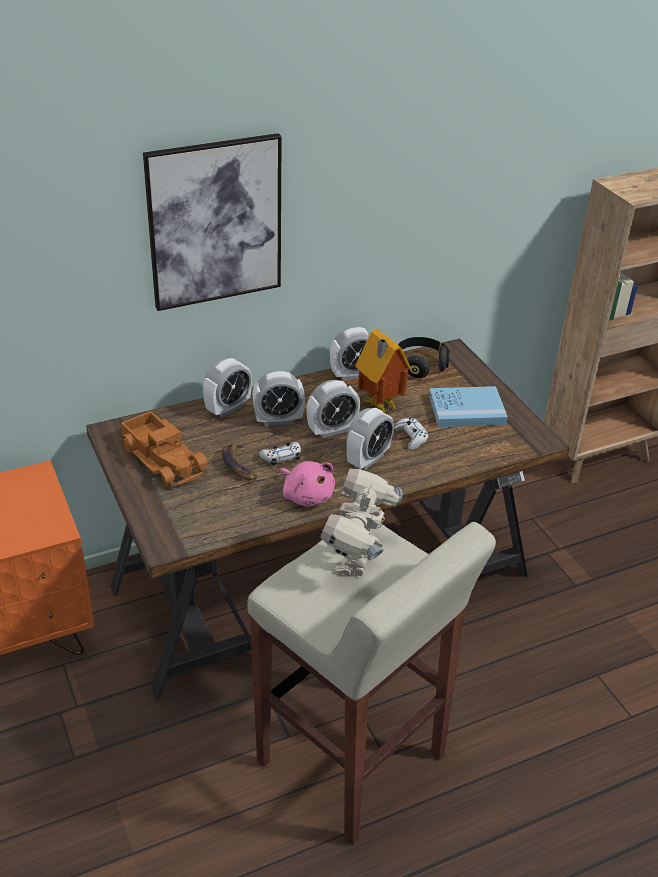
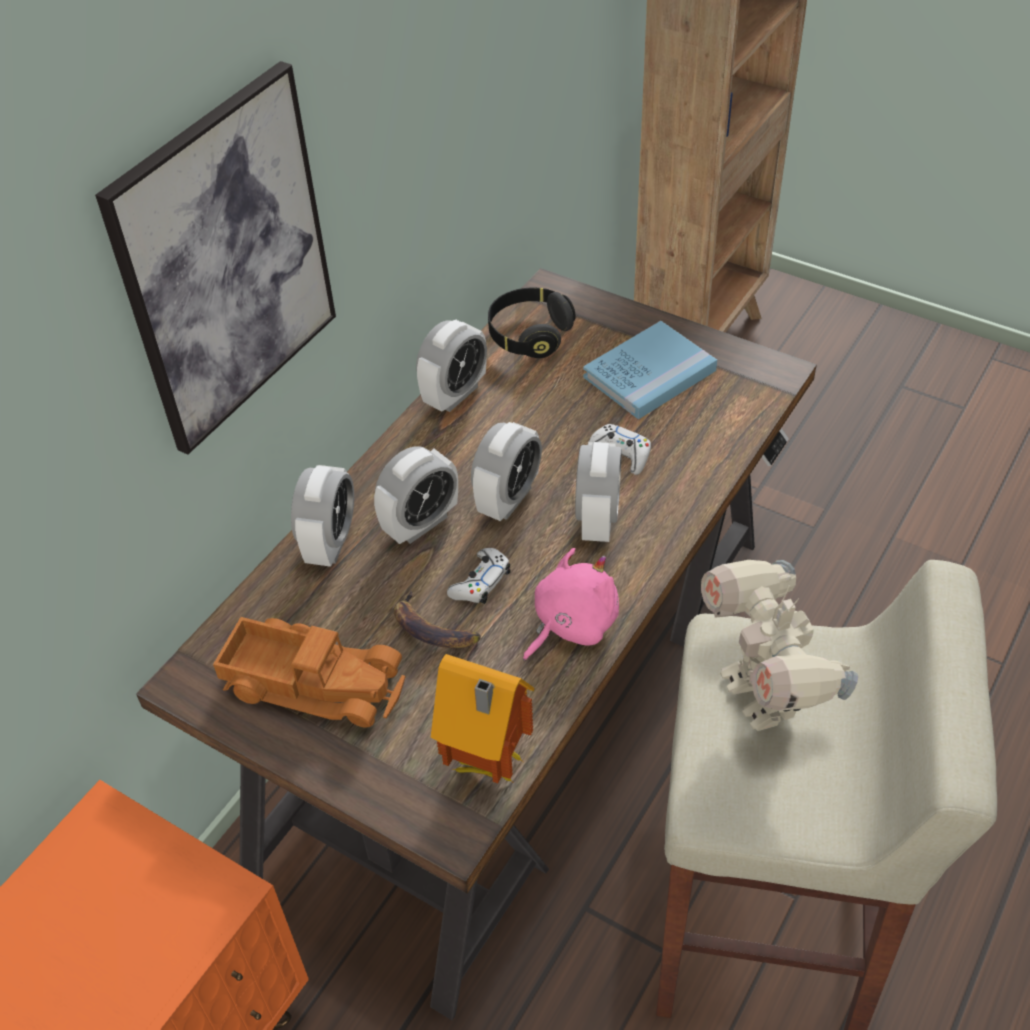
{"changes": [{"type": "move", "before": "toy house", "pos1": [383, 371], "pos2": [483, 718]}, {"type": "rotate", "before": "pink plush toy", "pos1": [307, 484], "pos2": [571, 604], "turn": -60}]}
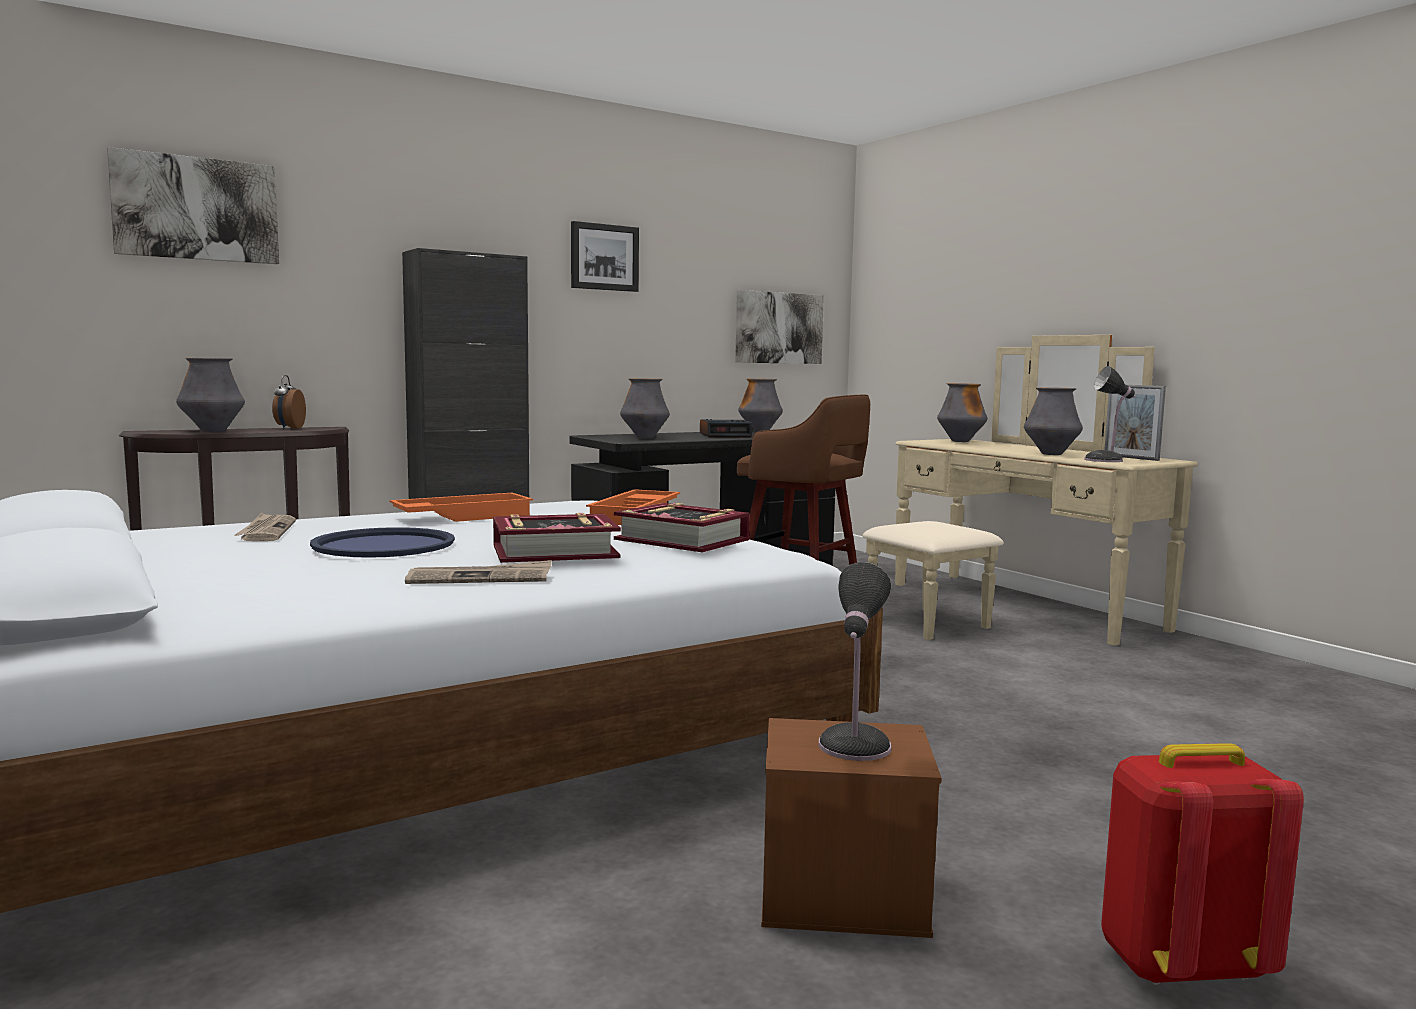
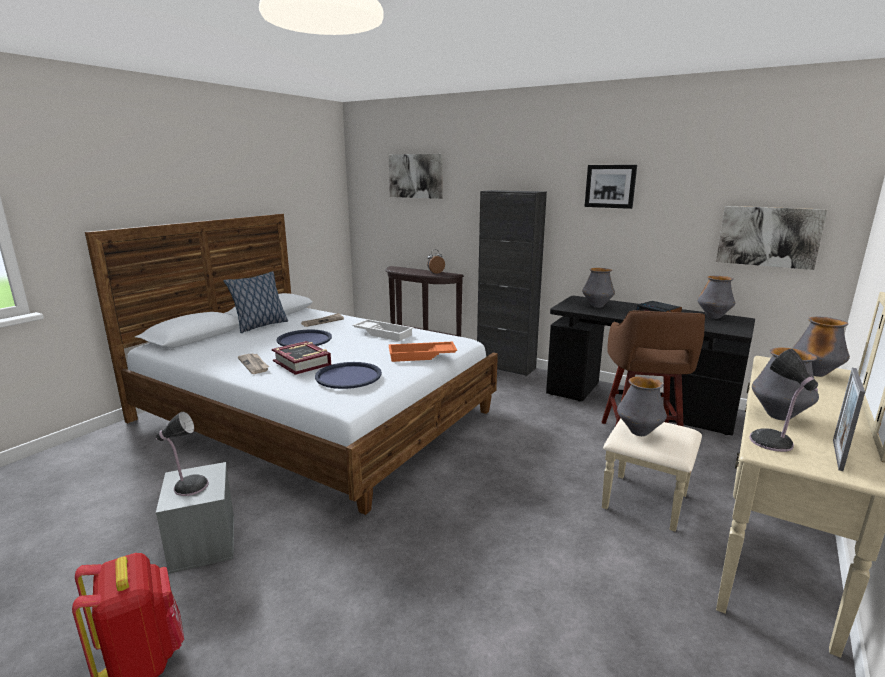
{"changes": [{"type": "recolor", "before": "brown storage box", "after": "grey storage box", "pos1": [851, 828], "pos2": [195, 518]}, {"type": "insert", "after": "pillow", "pos2": [255, 302]}, {"type": "replace", "before": "book", "after": "blue tray", "pos1": [682, 527], "pos2": [348, 375]}, {"type": "recolor", "before": "orange tray", "after": "white tray", "pos1": [461, 507], "pos2": [383, 330]}, {"type": "move", "before": "vase", "pos1": [210, 395], "pos2": [642, 406]}]}
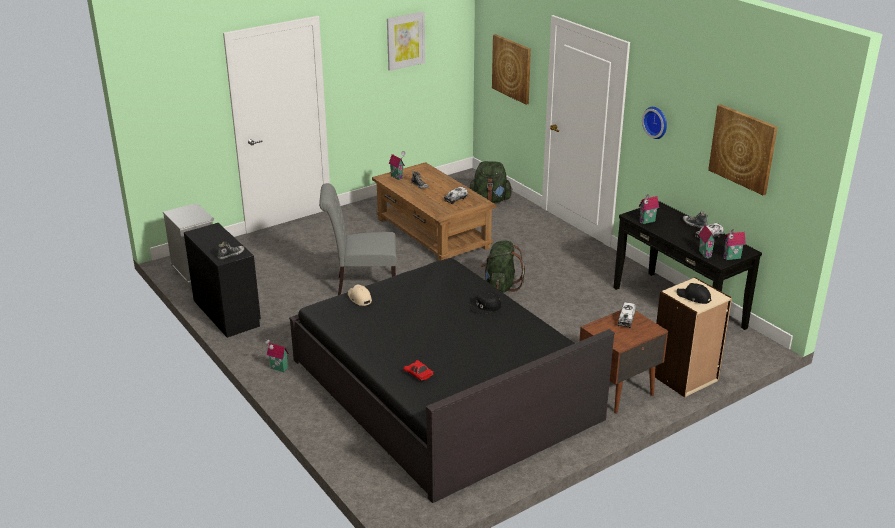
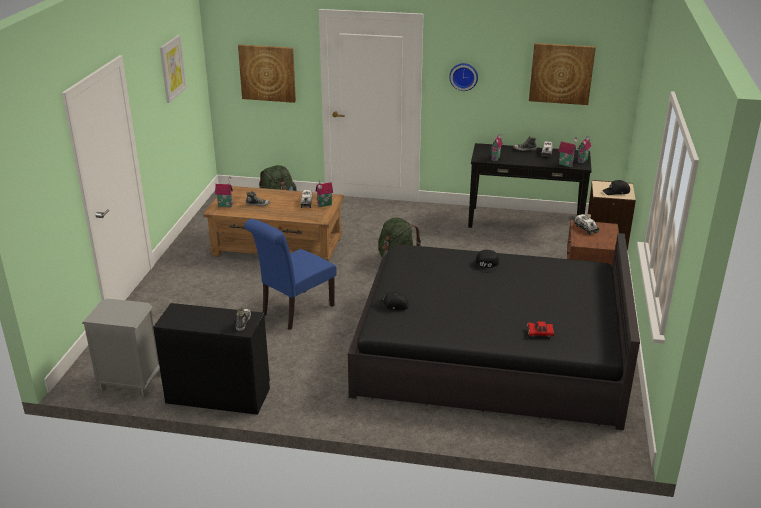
{"changes": [{"type": "recolor", "before": "grey chair", "after": "blue chair", "pos1": [358, 239], "pos2": [290, 274]}, {"type": "move", "before": "toy house", "pos1": [277, 356], "pos2": [324, 193]}, {"type": "recolor", "before": "beige cap", "after": "black cap", "pos1": [360, 295], "pos2": [392, 301]}]}
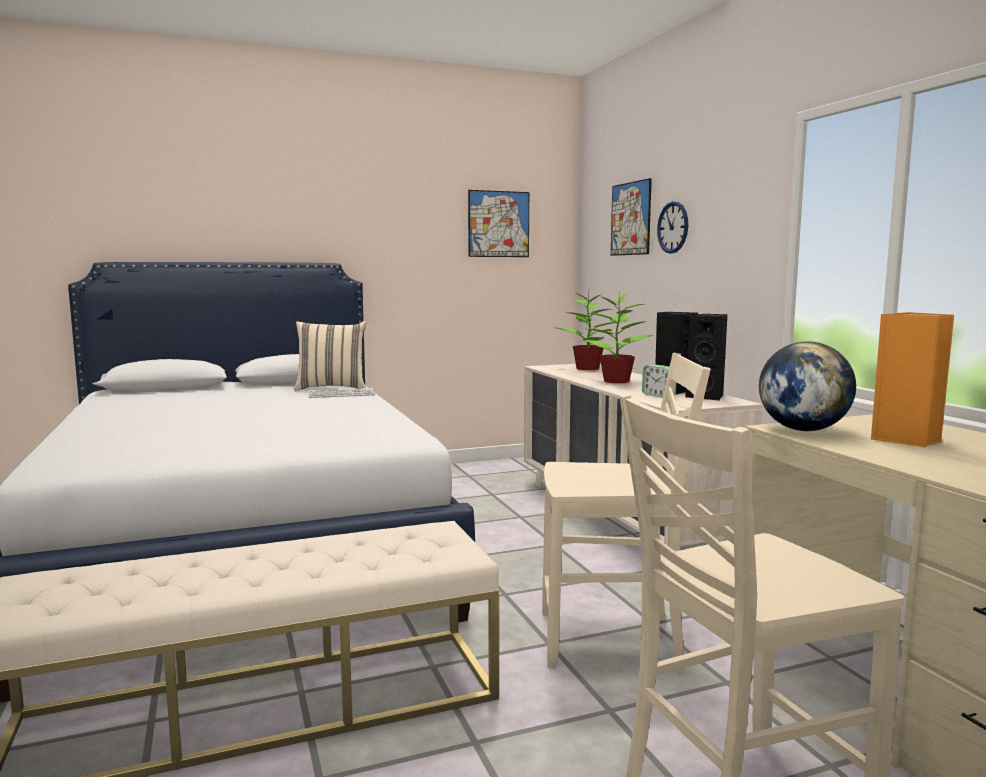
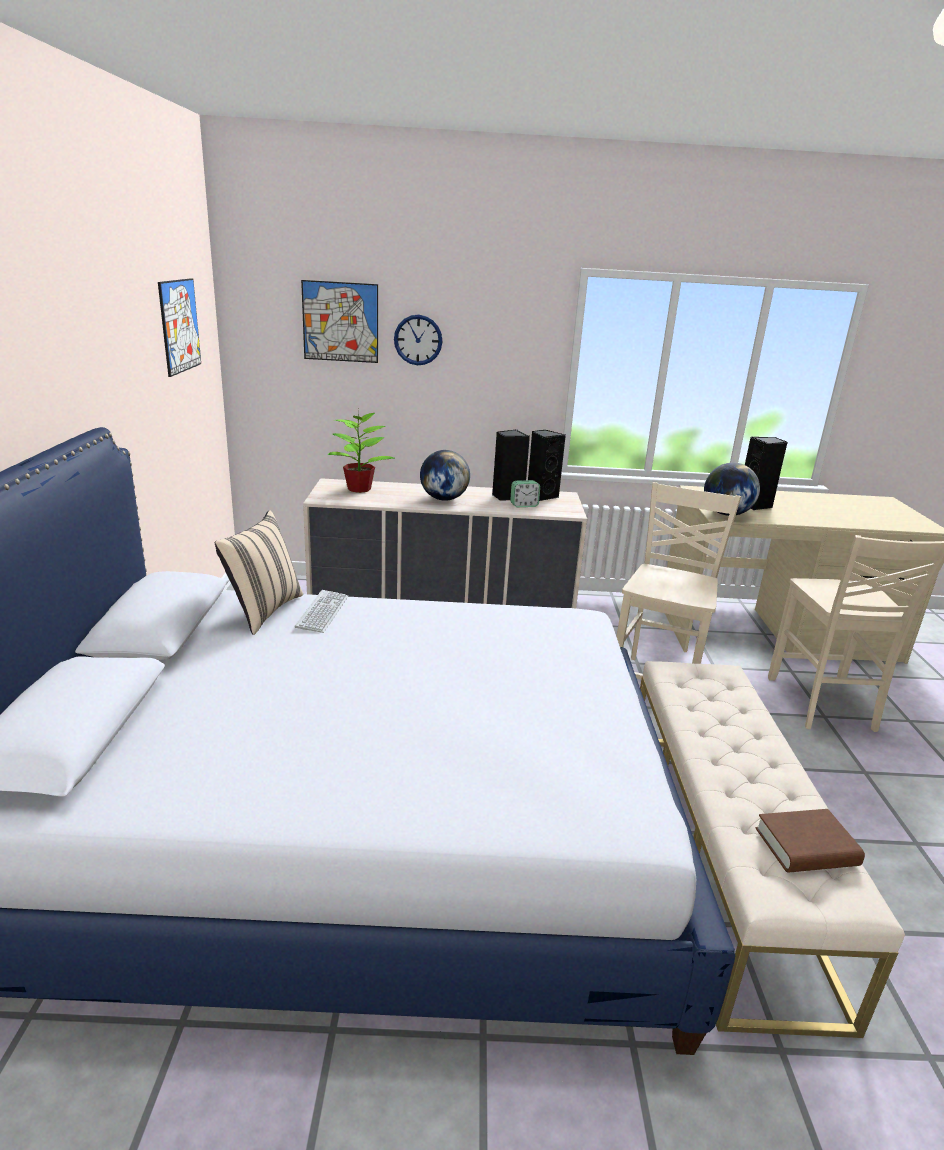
{"changes": [{"type": "replace", "before": "potted plant", "after": "globe", "pos1": [617, 338], "pos2": [445, 475]}, {"type": "recolor", "before": "orange speaker", "after": "black speaker", "pos1": [912, 379], "pos2": [766, 473]}, {"type": "insert", "after": "brown book", "pos2": [810, 841]}]}
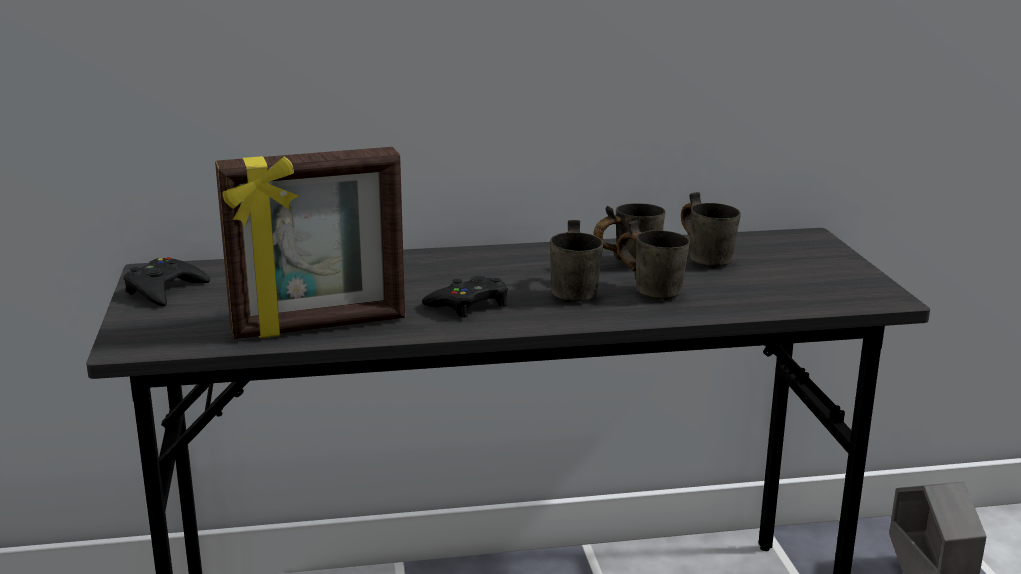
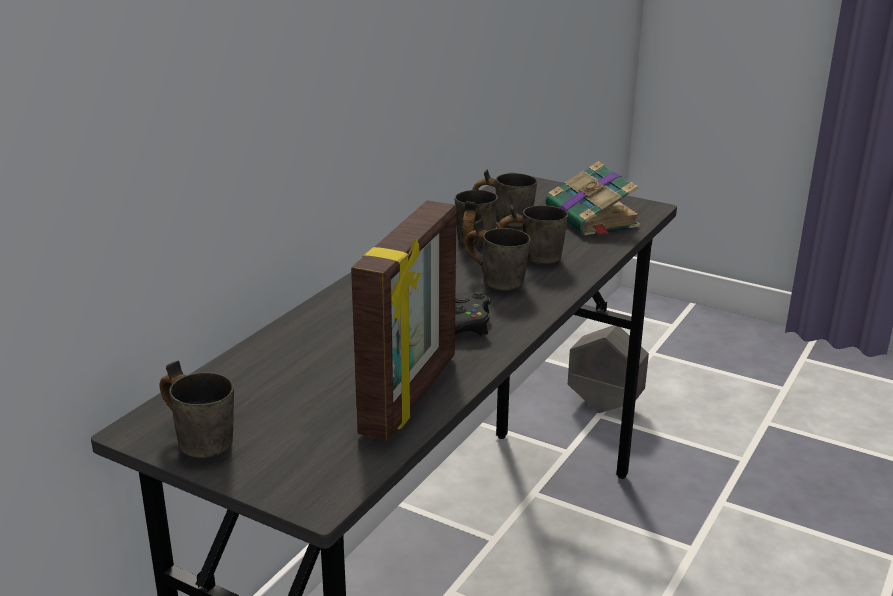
{"changes": [{"type": "replace", "before": "black game controller", "after": "grey mug", "pos1": [166, 281], "pos2": [197, 410]}, {"type": "insert", "after": "book", "pos2": [593, 198]}]}
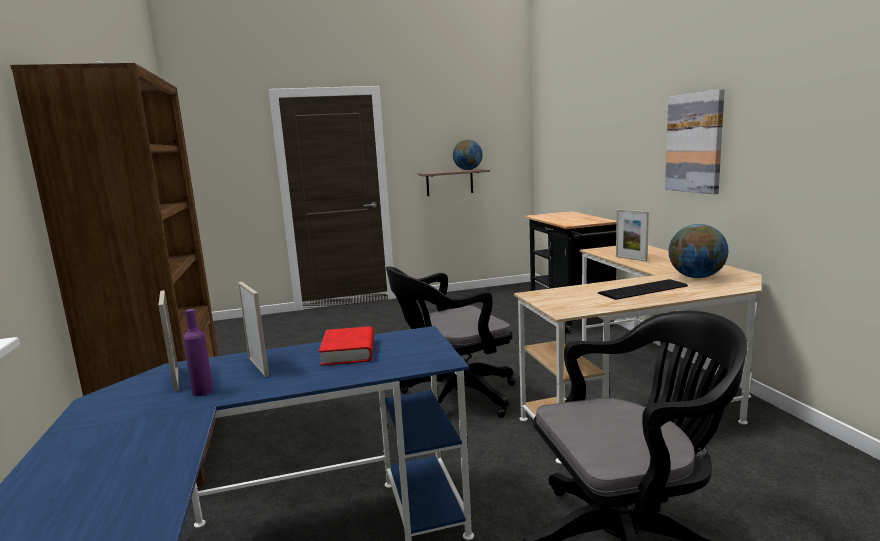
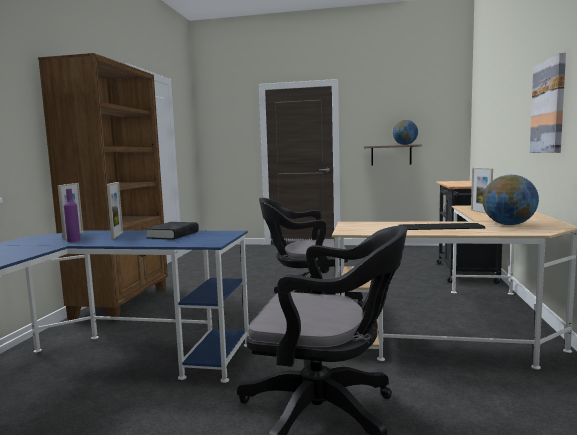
{"changes": [{"type": "recolor", "before": "red book", "after": "black book", "pos1": [346, 346], "pos2": [172, 231]}]}
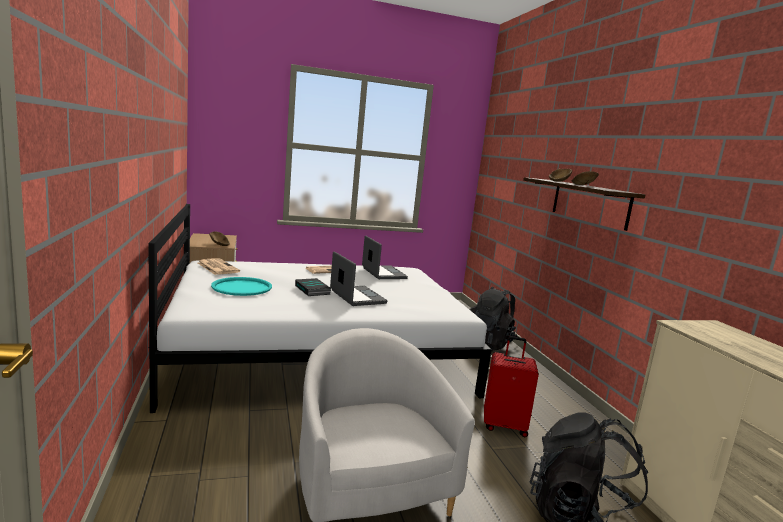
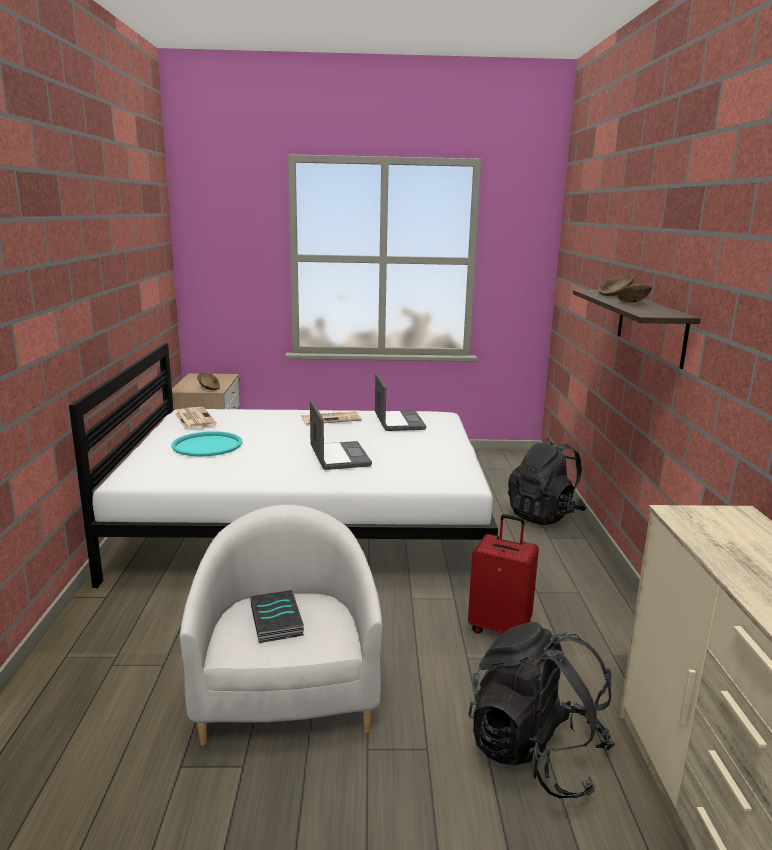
{"changes": [{"type": "move", "before": "book", "pos1": [313, 287], "pos2": [277, 616]}]}
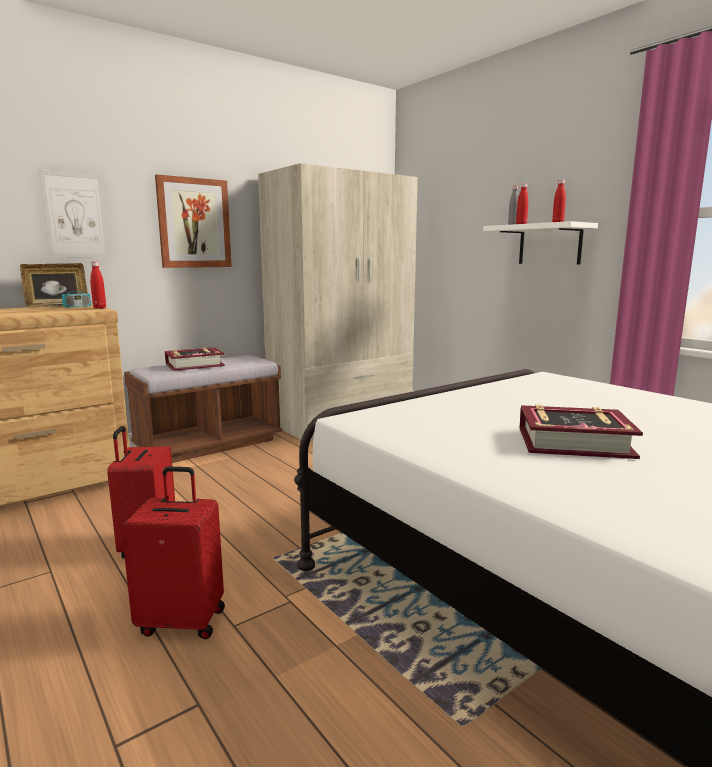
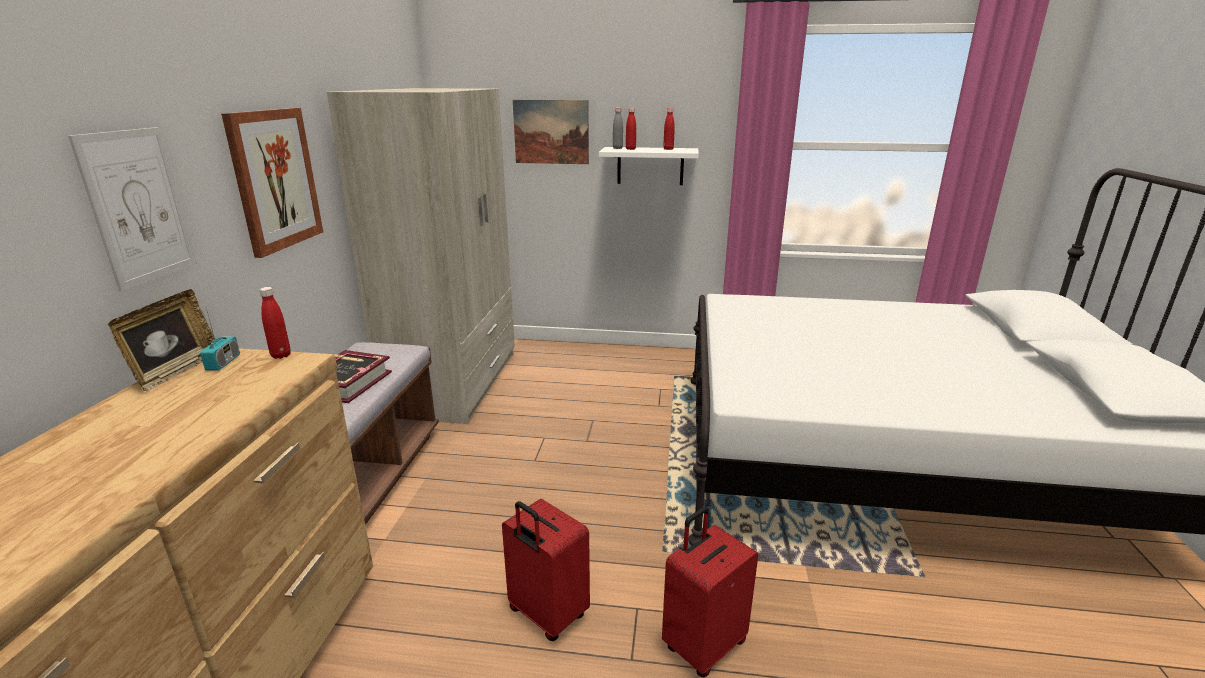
{"changes": [{"type": "insert", "after": "picture", "pos2": [551, 132]}, {"type": "delete", "before": "book", "pos1": [581, 432]}]}
